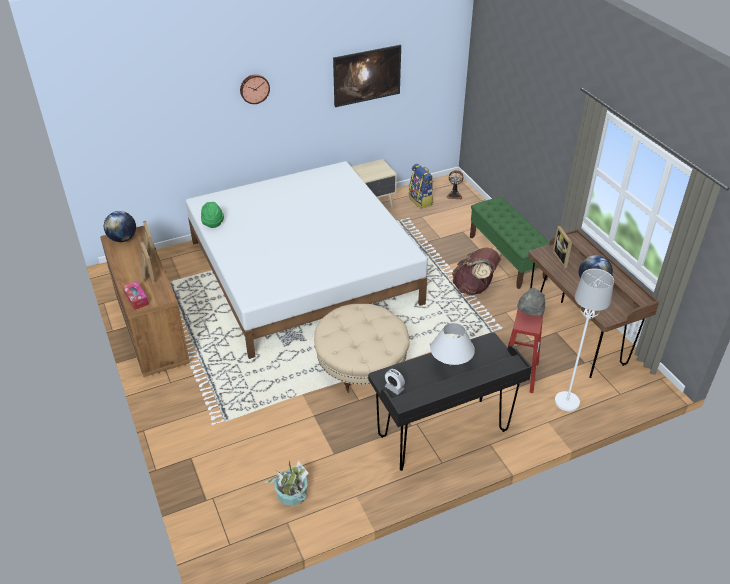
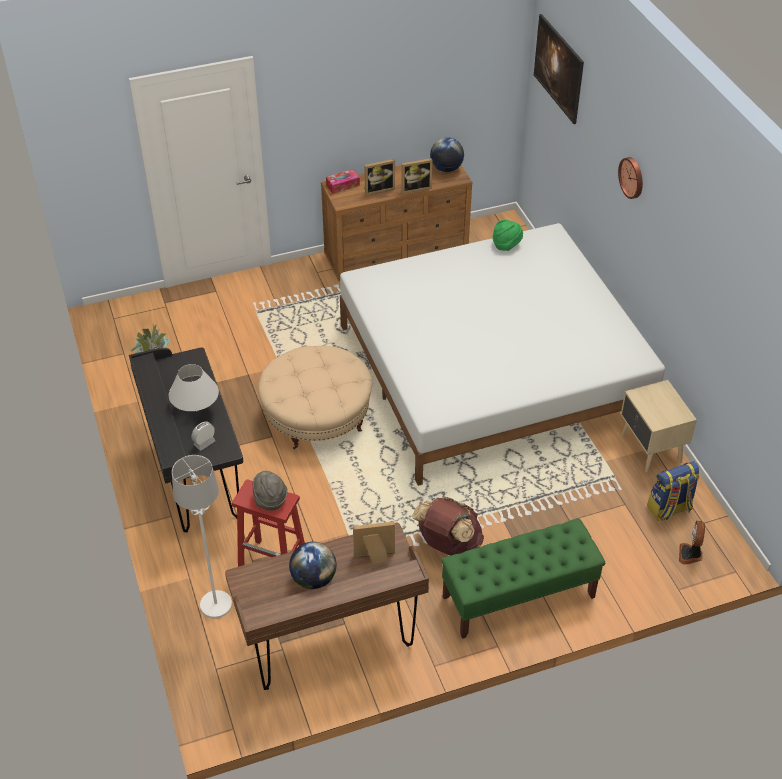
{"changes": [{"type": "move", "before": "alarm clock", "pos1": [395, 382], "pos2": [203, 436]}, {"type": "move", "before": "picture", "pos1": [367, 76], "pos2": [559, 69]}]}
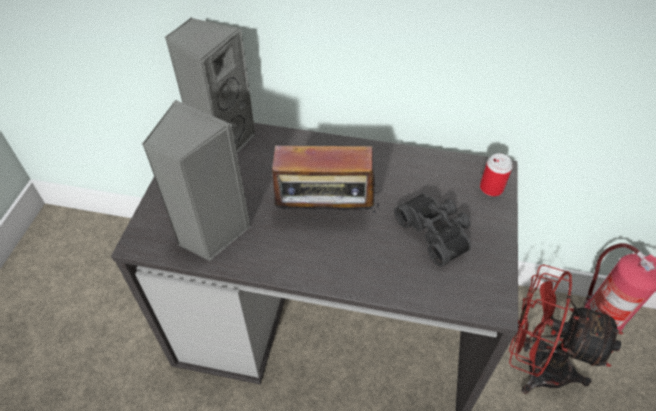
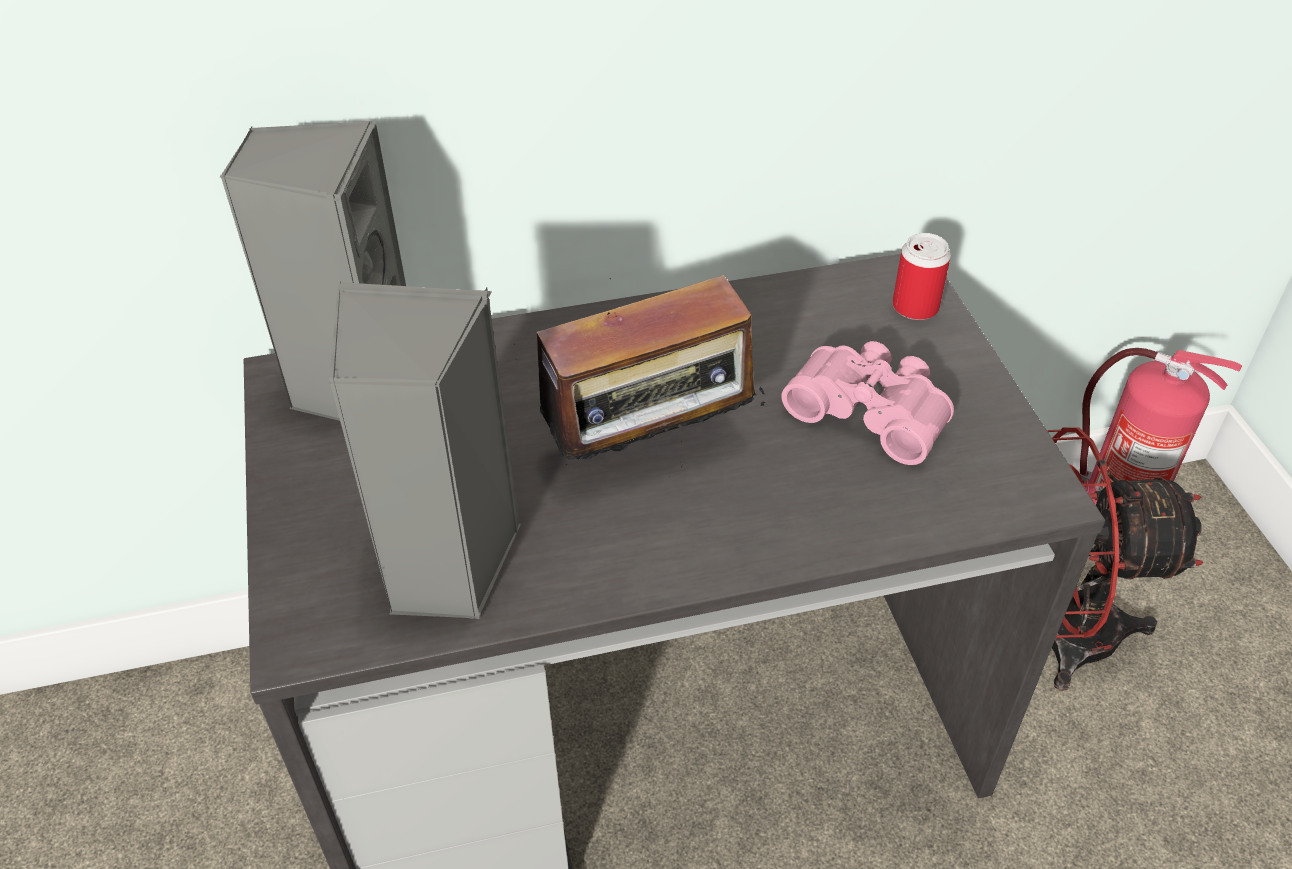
{"changes": [{"type": "recolor", "before": "black binoculars", "after": "pink binoculars", "pos1": [432, 230], "pos2": [868, 403]}]}
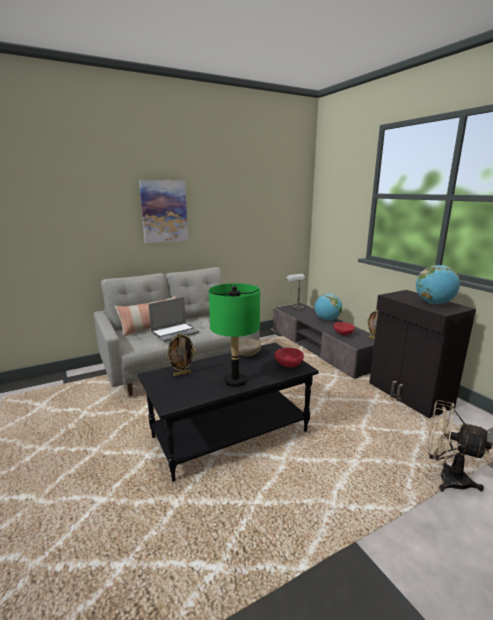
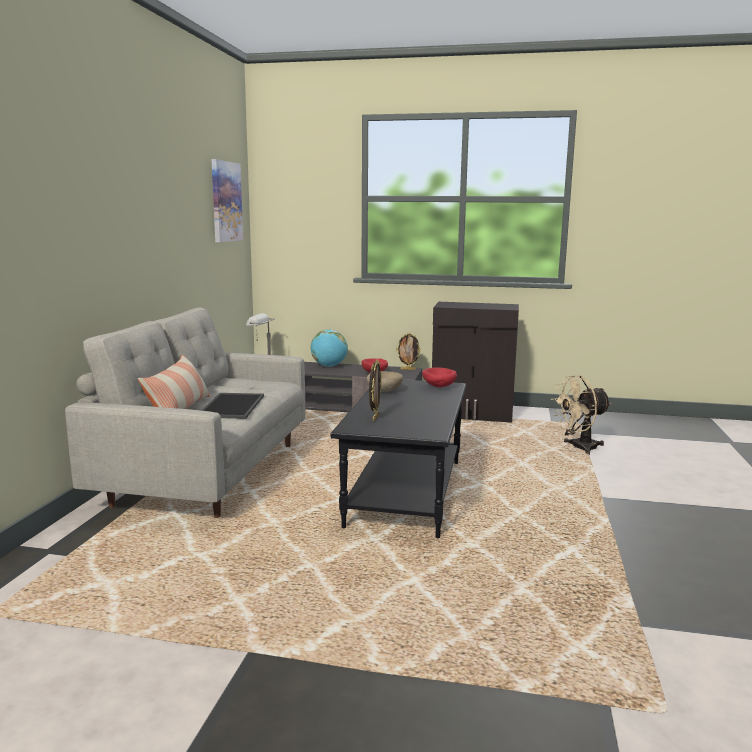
{"changes": [{"type": "replace", "before": "laptop", "after": "tray", "pos1": [174, 319], "pos2": [232, 406]}, {"type": "move", "before": "picture", "pos1": [163, 211], "pos2": [227, 200]}, {"type": "delete", "before": "green table lamp", "pos1": [234, 335]}, {"type": "delete", "before": "globe", "pos1": [438, 284]}]}
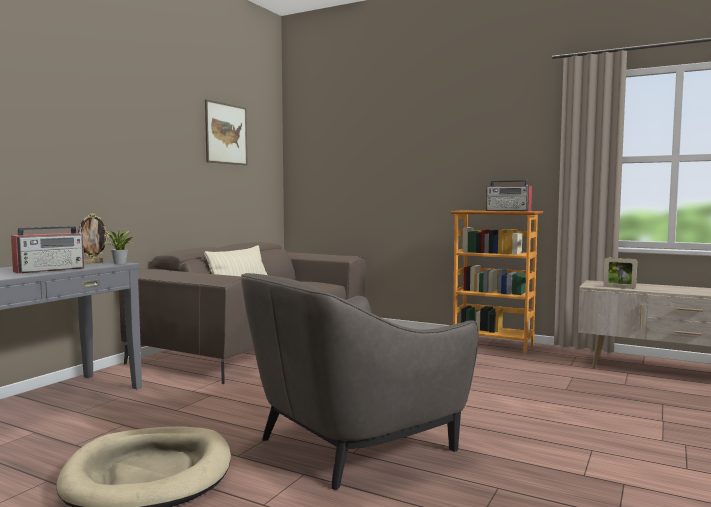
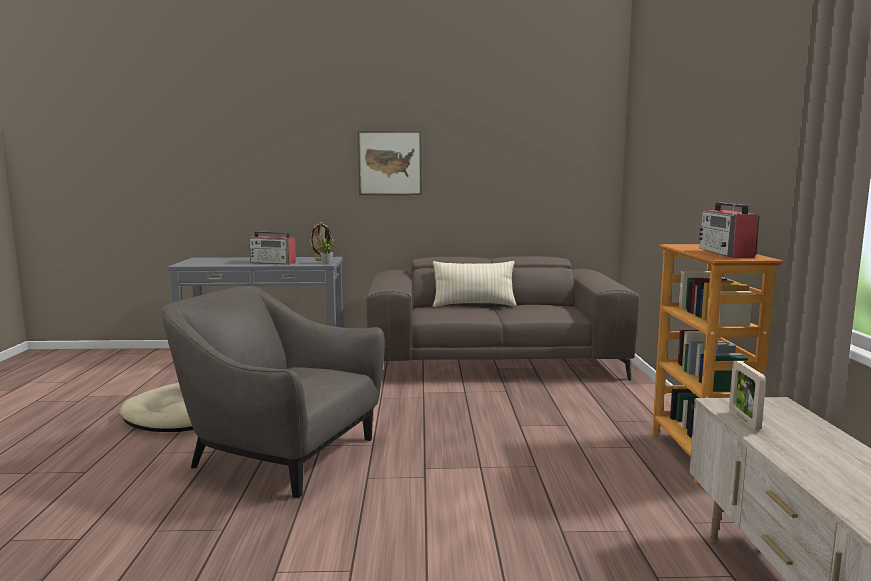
{"changes": [{"type": "move", "before": "picture", "pos1": [226, 132], "pos2": [390, 163]}]}
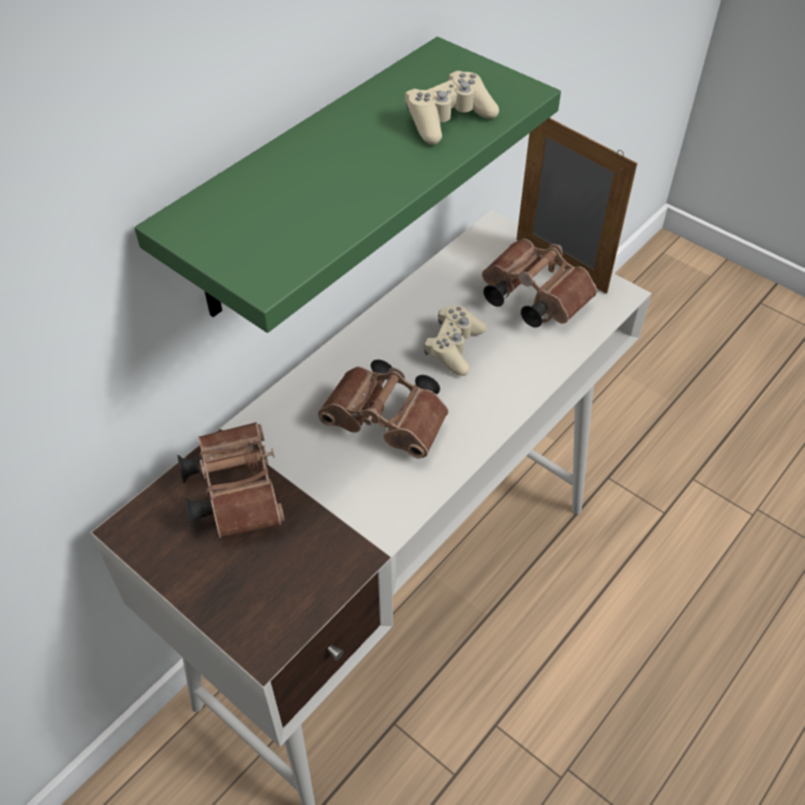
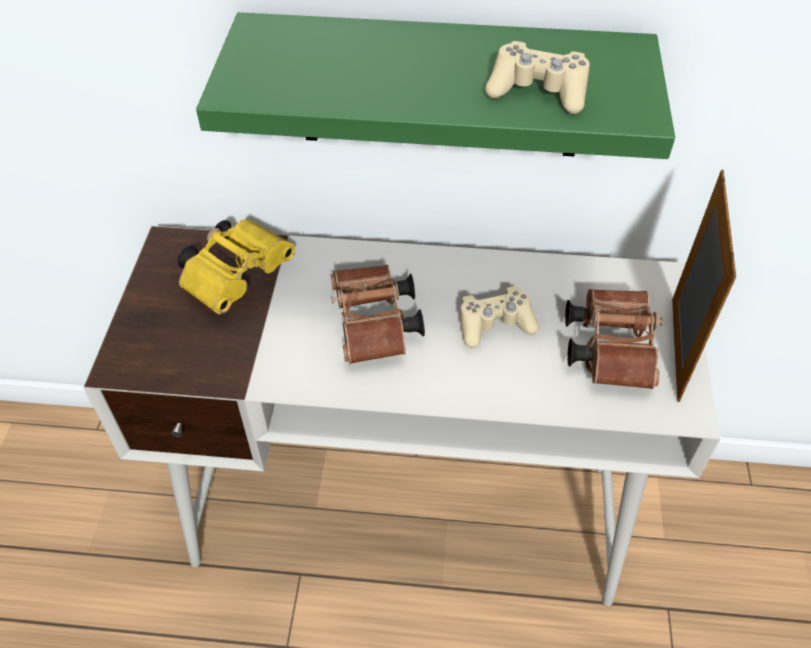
{"changes": [{"type": "recolor", "before": "brown binoculars", "after": "yellow binoculars", "pos1": [231, 480], "pos2": [236, 266]}]}
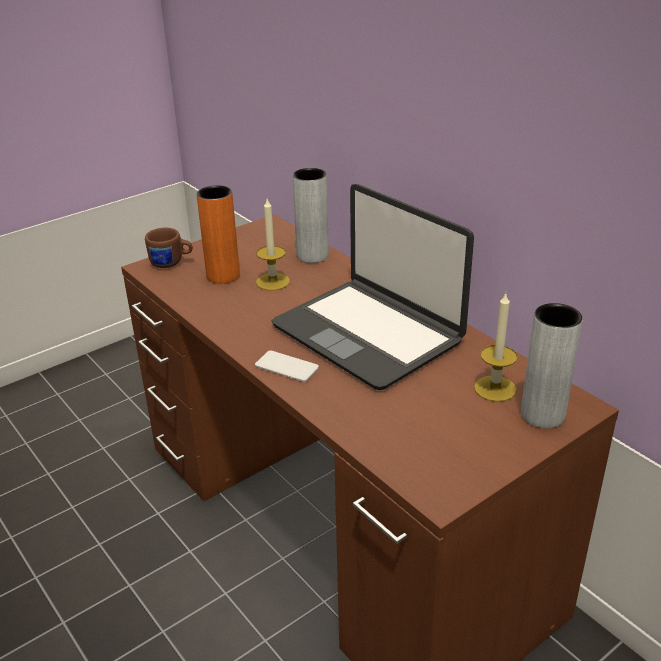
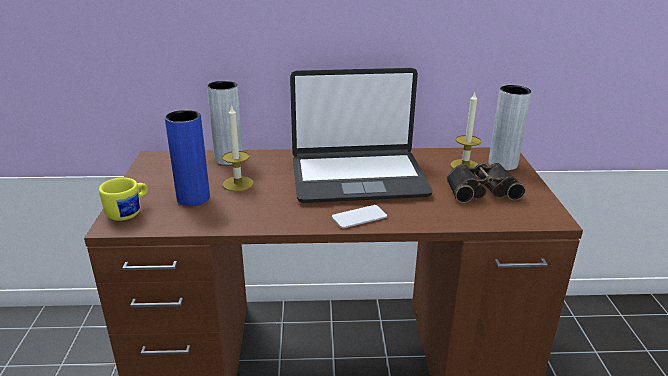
{"changes": [{"type": "recolor", "before": "brown mug", "after": "yellow mug", "pos1": [169, 248], "pos2": [123, 199]}, {"type": "recolor", "before": "orange vase", "after": "blue vase", "pos1": [218, 234], "pos2": [187, 158]}, {"type": "insert", "after": "binoculars", "pos2": [486, 183]}]}
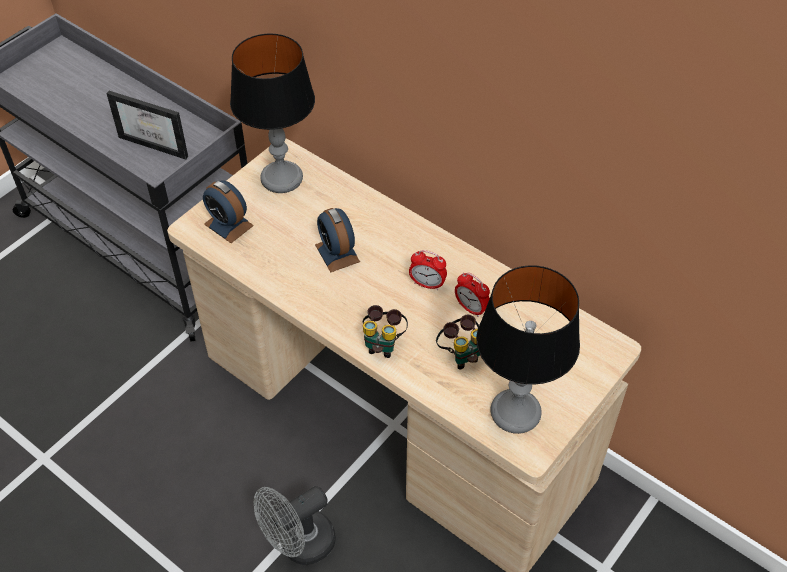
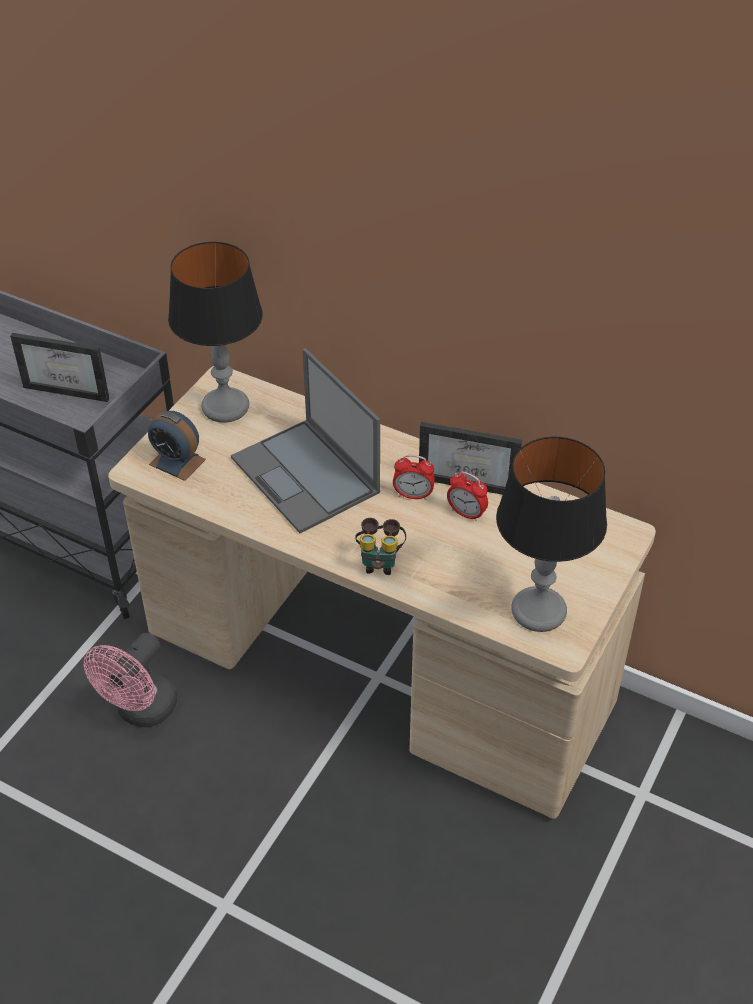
{"changes": [{"type": "insert", "after": "pink fan", "pos2": [130, 680]}, {"type": "replace", "before": "alarm clock", "after": "laptop", "pos1": [337, 240], "pos2": [305, 440]}, {"type": "insert", "after": "picture frame", "pos2": [470, 458]}, {"type": "delete", "before": "grey fan", "pos1": [294, 525]}, {"type": "delete", "before": "binoculars", "pos1": [458, 342]}]}
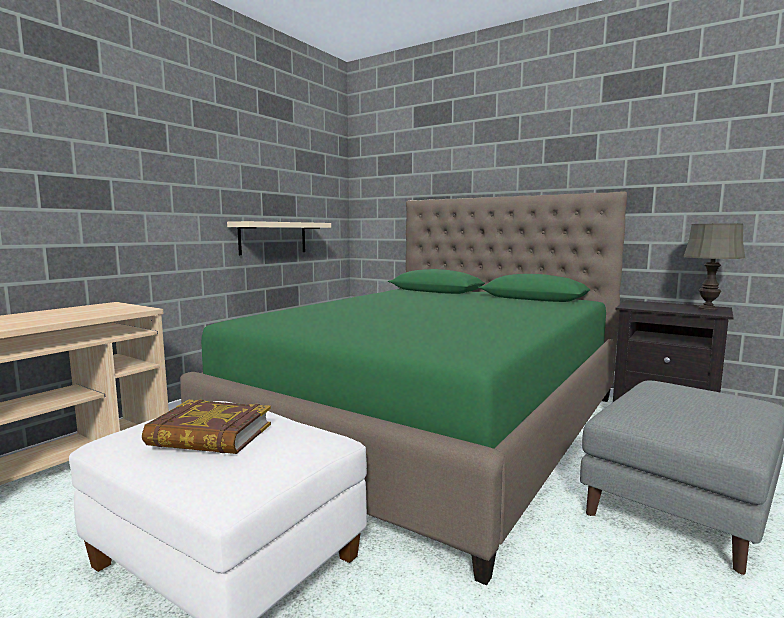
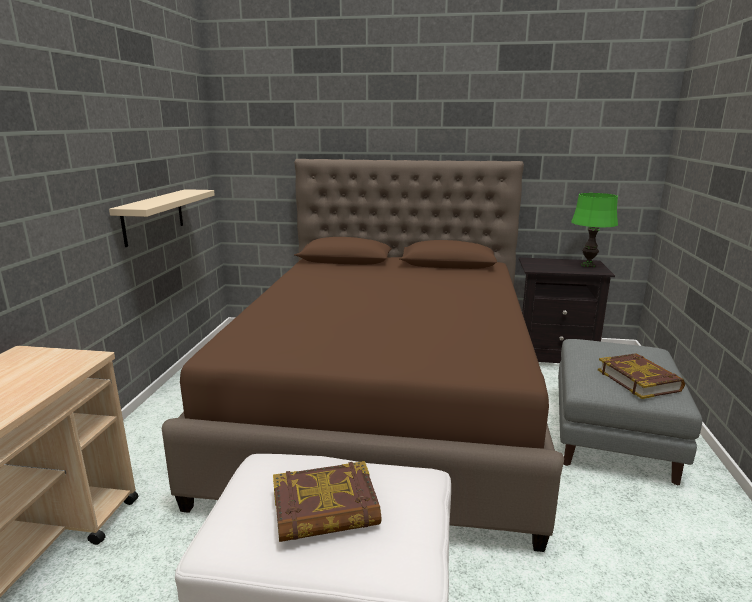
{"changes": [{"type": "recolor", "before": "green bed", "after": "brown bed", "pos1": [403, 388], "pos2": [363, 355]}, {"type": "recolor", "before": "grey table lamp", "after": "green table lamp", "pos1": [714, 267], "pos2": [594, 230]}, {"type": "insert", "after": "book", "pos2": [641, 376]}]}
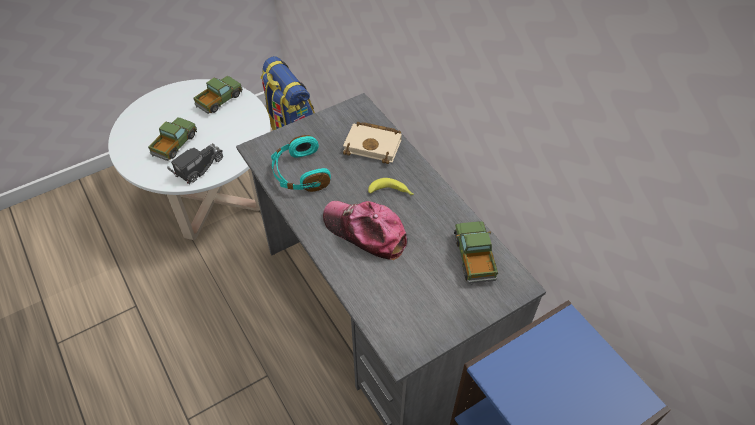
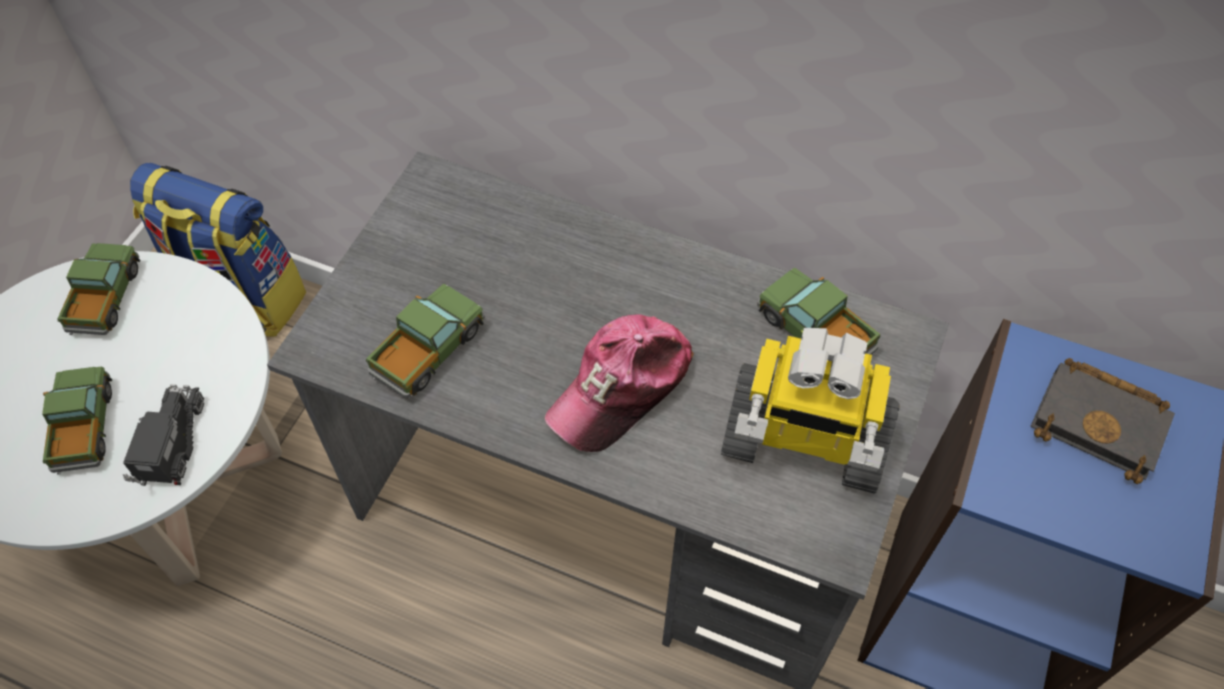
{"changes": [{"type": "replace", "before": "turquoise headphones", "after": "toy truck", "pos1": [301, 163], "pos2": [425, 341]}, {"type": "rotate", "before": "cap", "pos1": [365, 230], "pos2": [619, 383], "turn": -45}, {"type": "insert", "after": "toy robot", "pos2": [810, 411]}, {"type": "insert", "after": "black book", "pos2": [1103, 421]}, {"type": "delete", "before": "beige book", "pos1": [372, 143]}, {"type": "delete", "before": "banana", "pos1": [391, 187]}]}
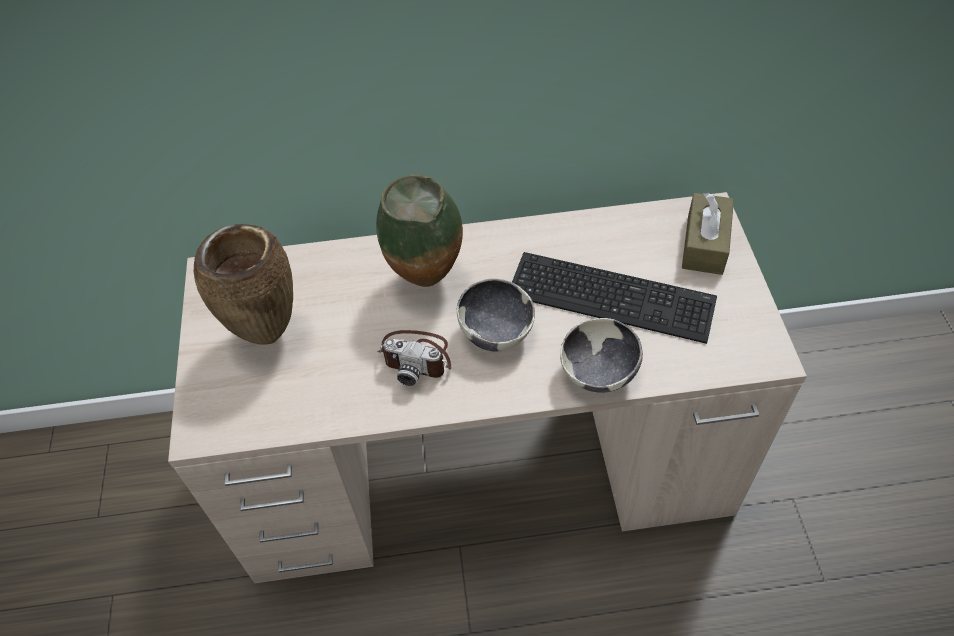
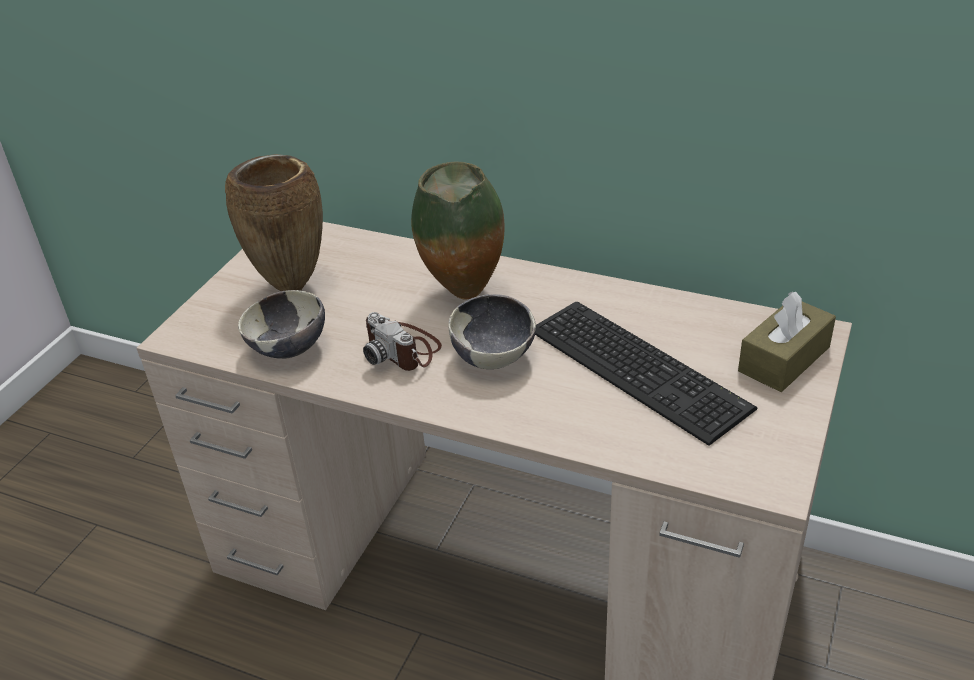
{"changes": [{"type": "move", "before": "bowl", "pos1": [601, 355], "pos2": [281, 324]}]}
